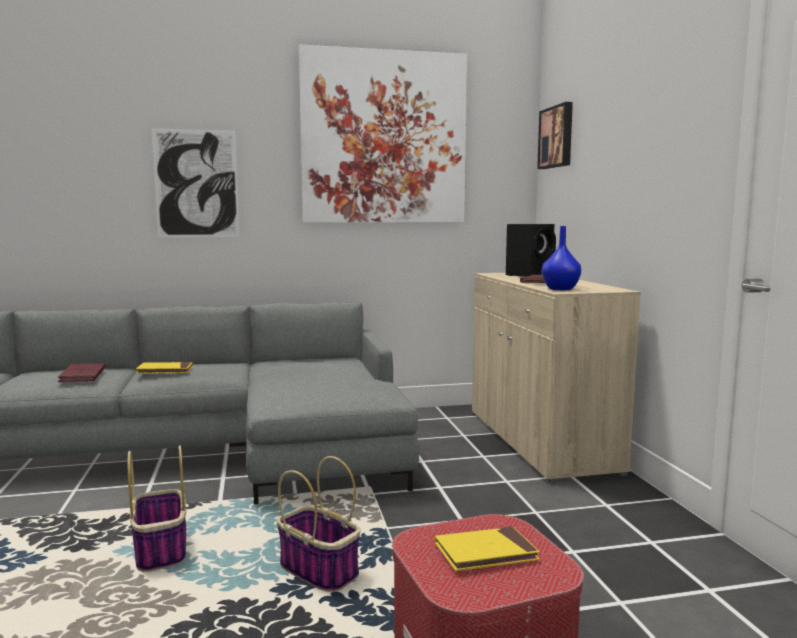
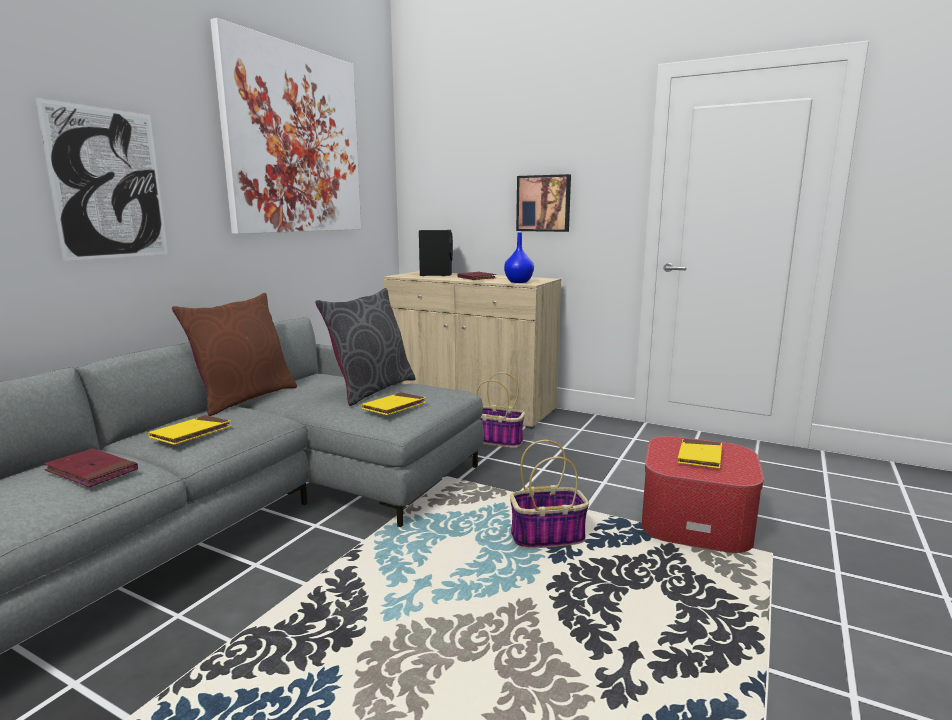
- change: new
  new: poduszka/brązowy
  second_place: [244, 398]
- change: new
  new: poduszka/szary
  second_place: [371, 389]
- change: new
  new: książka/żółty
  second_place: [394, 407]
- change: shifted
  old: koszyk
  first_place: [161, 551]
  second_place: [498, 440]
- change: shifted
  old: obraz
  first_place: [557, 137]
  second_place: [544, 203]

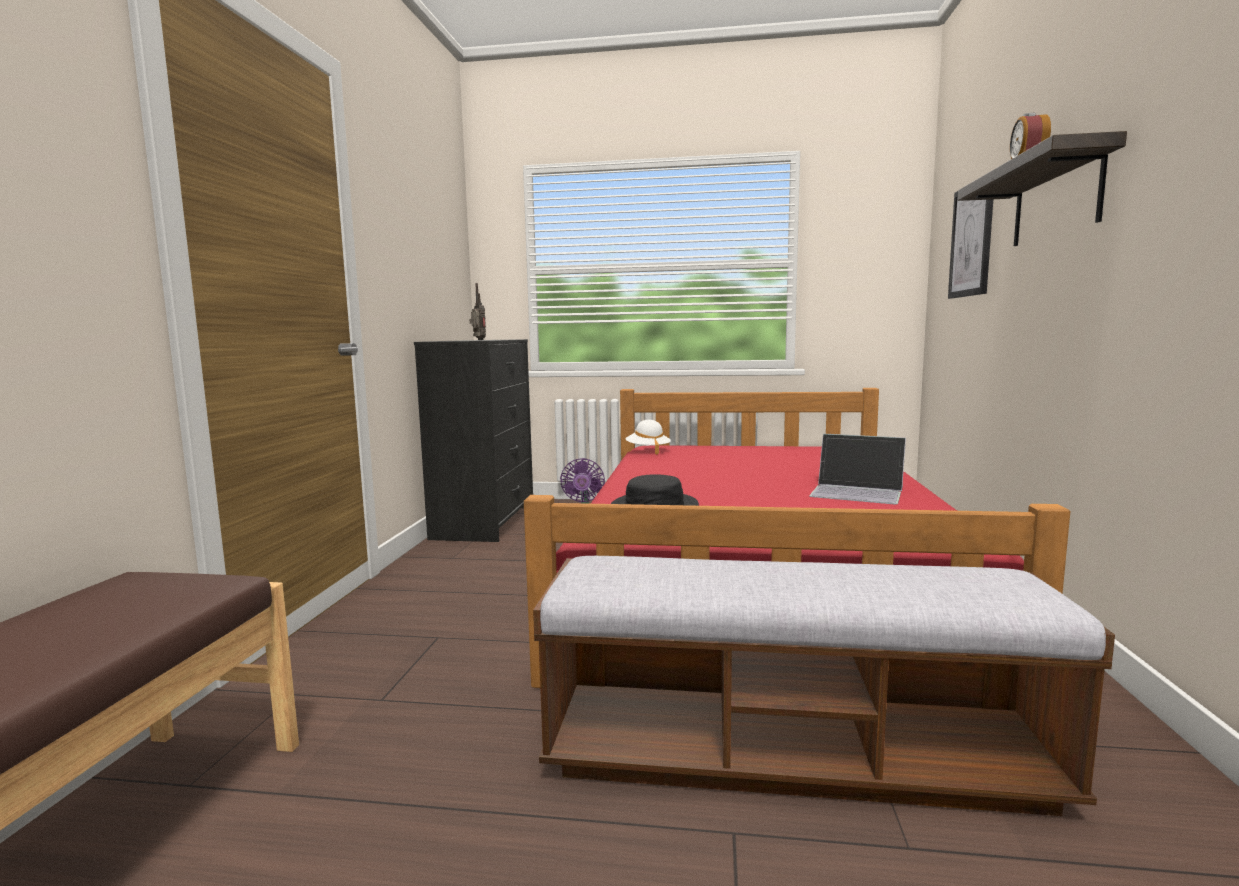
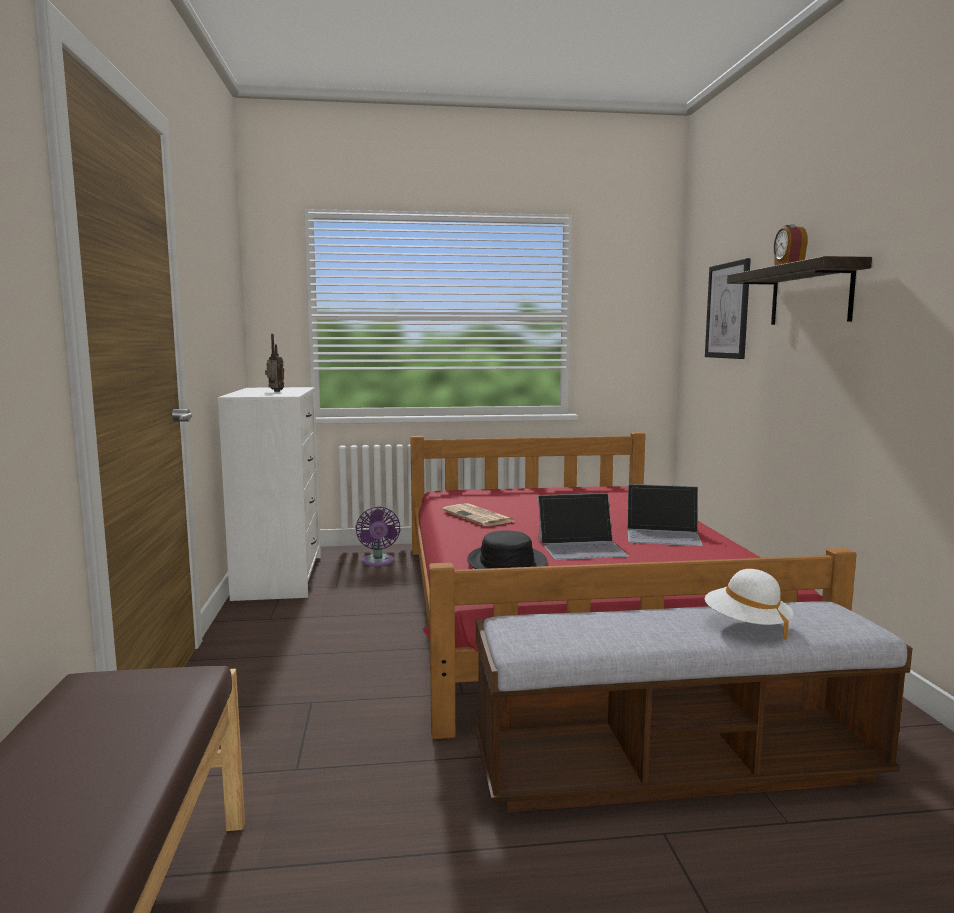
- change: new
  new: gazeta
  second_place: [479, 516]
- change: new
  new: laptop
  second_place: [582, 547]
- change: shifted
  old: kapelusz/biały
  first_place: [648, 451]
  second_place: [746, 625]
- change: repainted
  old: komoda/czarny
  new: komoda/biały
  first_place: [485, 522]
  second_place: [280, 577]

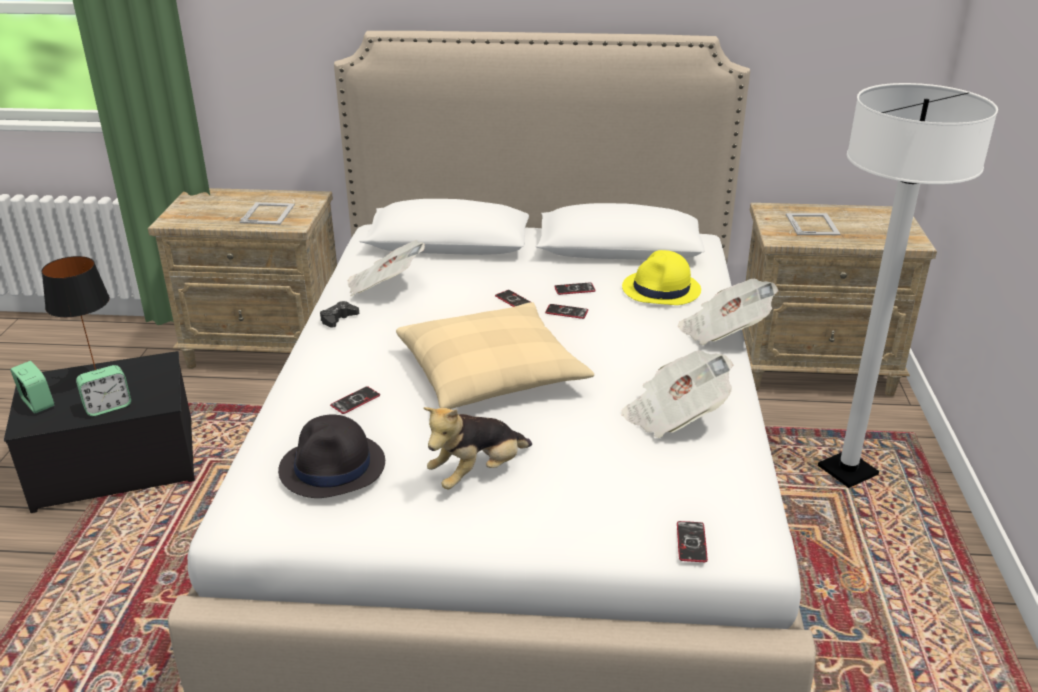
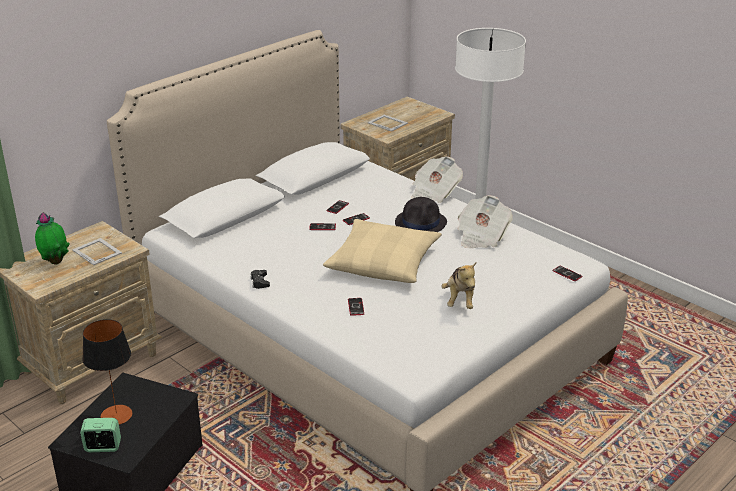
- change: gone
  old: budzik
  first_place: [108, 407]
- change: gone
  old: gazeta
  first_place: [384, 287]
- change: gone
  old: kapelusz/żółty
  first_place: [661, 290]
- change: new
  new: roślina doniczkowa
  second_place: [55, 262]
- change: shifted
  old: kapelusz/czarny
  first_place: [333, 467]
  second_place: [421, 223]

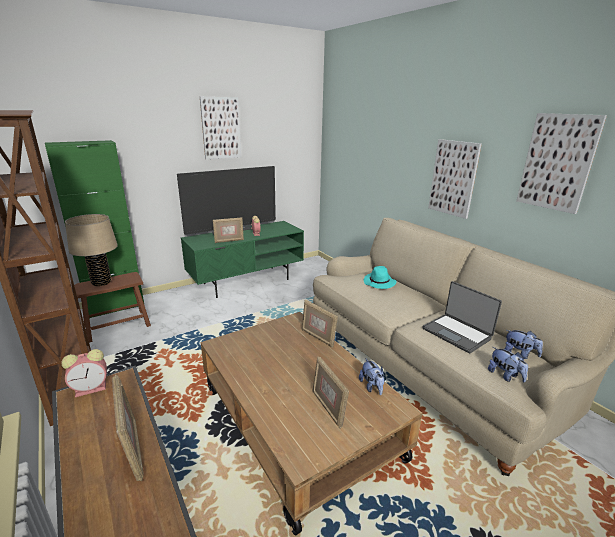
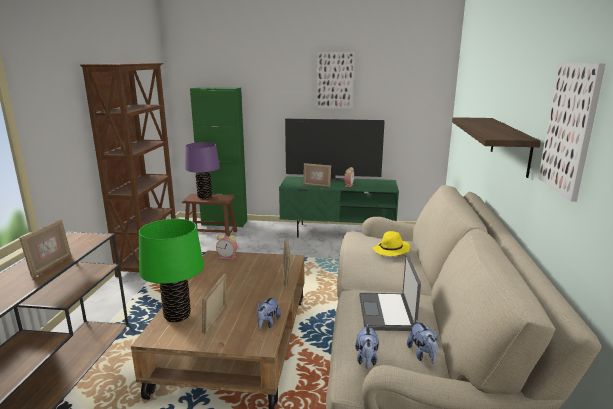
- change: new
  new: lampa stołowa/zielony
  second_place: [177, 316]
- change: shifted
  old: budzik
  first_place: [92, 388]
  second_place: [228, 257]
- change: swapped
  old: obraz
  new: półka
  first_place: [453, 178]
  second_place: [510, 145]
- change: repainted
  old: lampa stołowa/beżowy
  new: lampa stołowa/fioletowy
  first_place: [101, 282]
  second_place: [204, 196]
- change: repainted
  old: kapelusz/turkusowy
  new: kapelusz/żółty
  first_place: [379, 283]
  second_place: [391, 250]

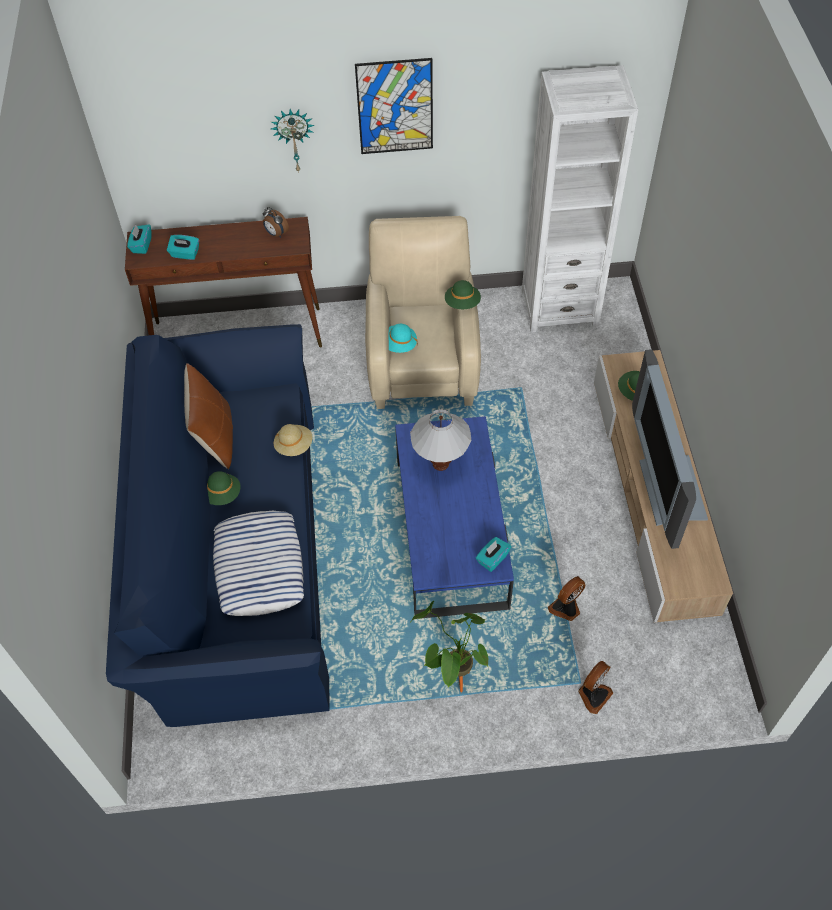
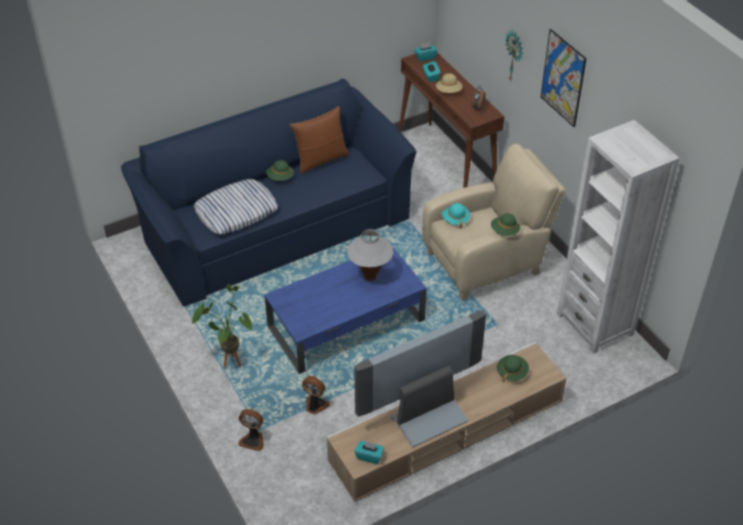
- change: shifted
  old: kapelusz/beżowy
  first_place: [294, 446]
  second_place: [448, 91]
- change: shifted
  old: pudełko chusteczek/turkusowy
  first_place: [492, 559]
  second_place: [369, 456]

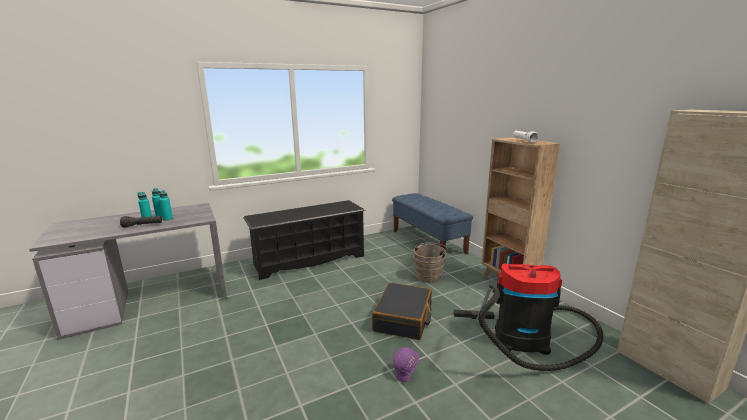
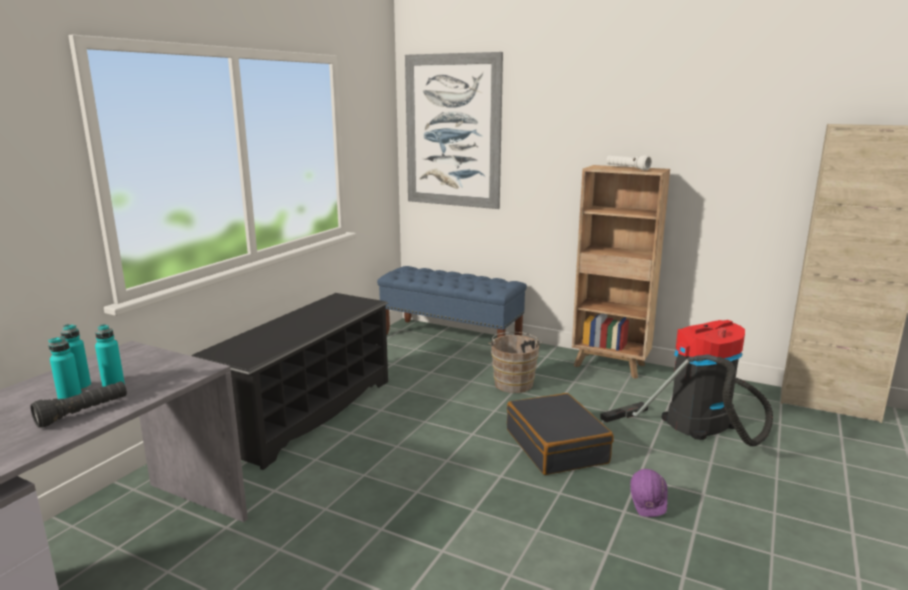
- change: new
  new: obraz
  second_place: [452, 131]

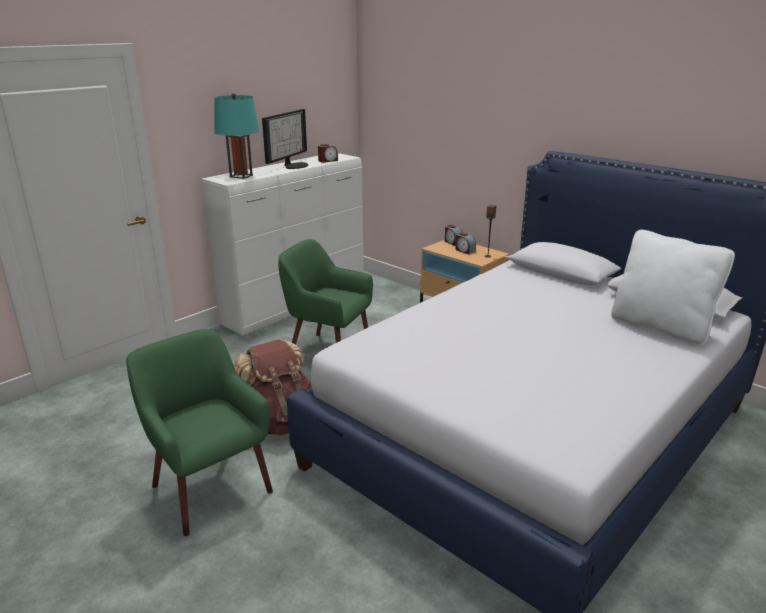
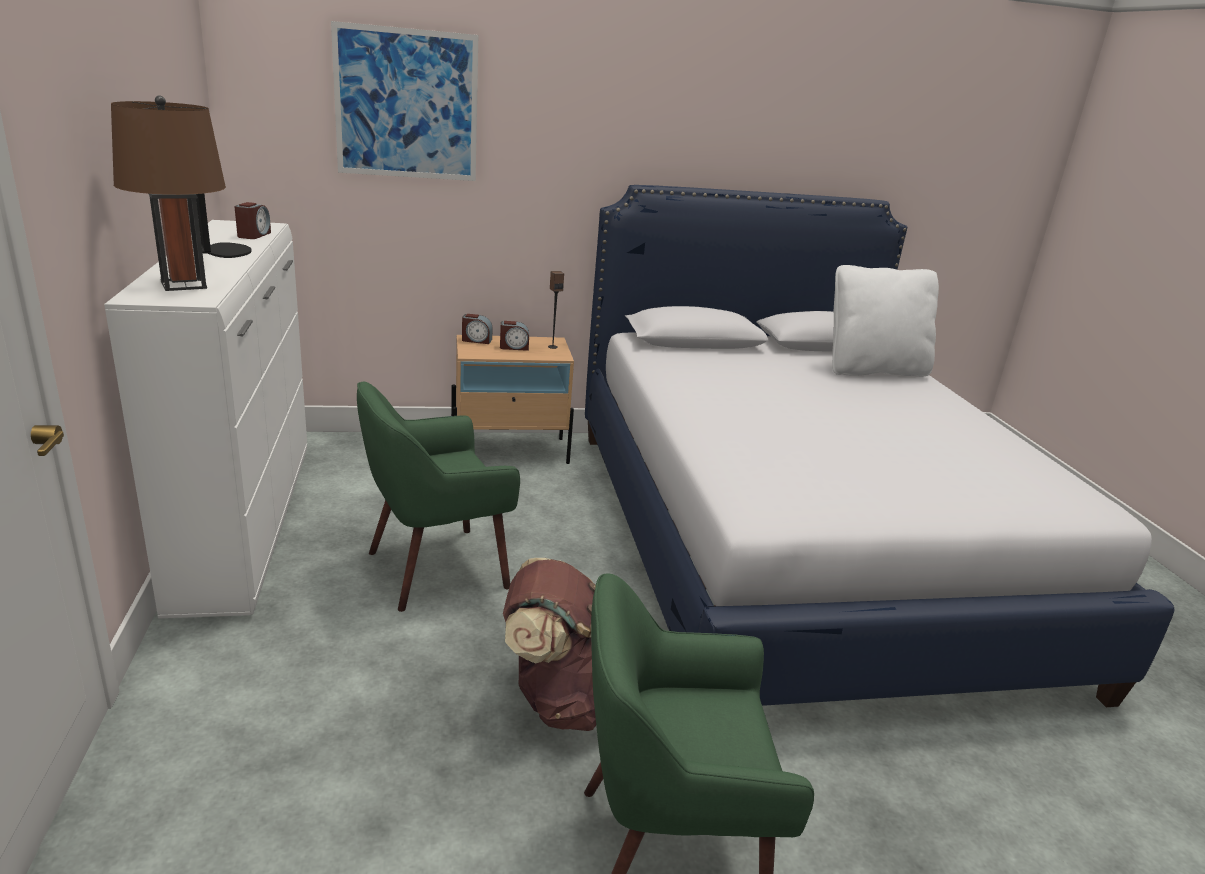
- change: new
  new: obraz
  second_place: [407, 104]
- change: repainted
  old: lampa stołowa/turkusowy
  new: lampa stołowa/brązowy
  first_place: [241, 176]
  second_place: [183, 285]

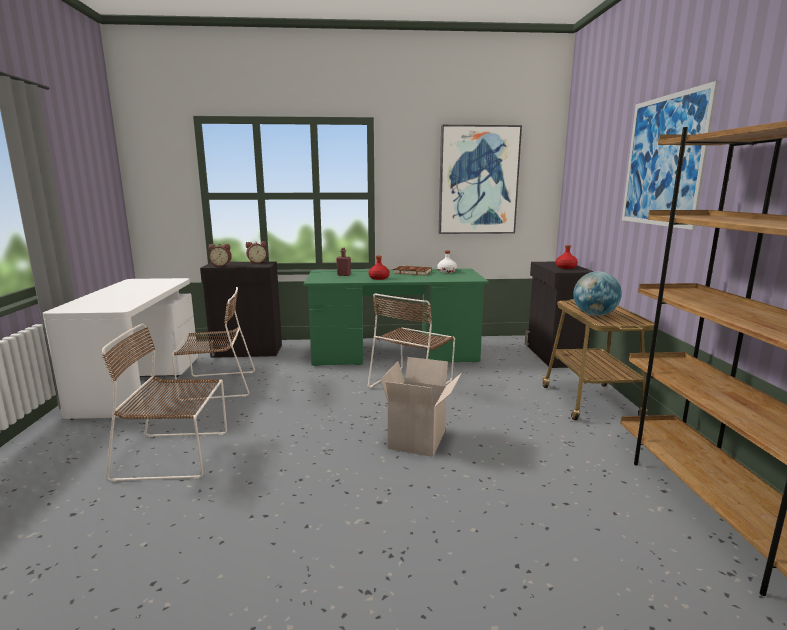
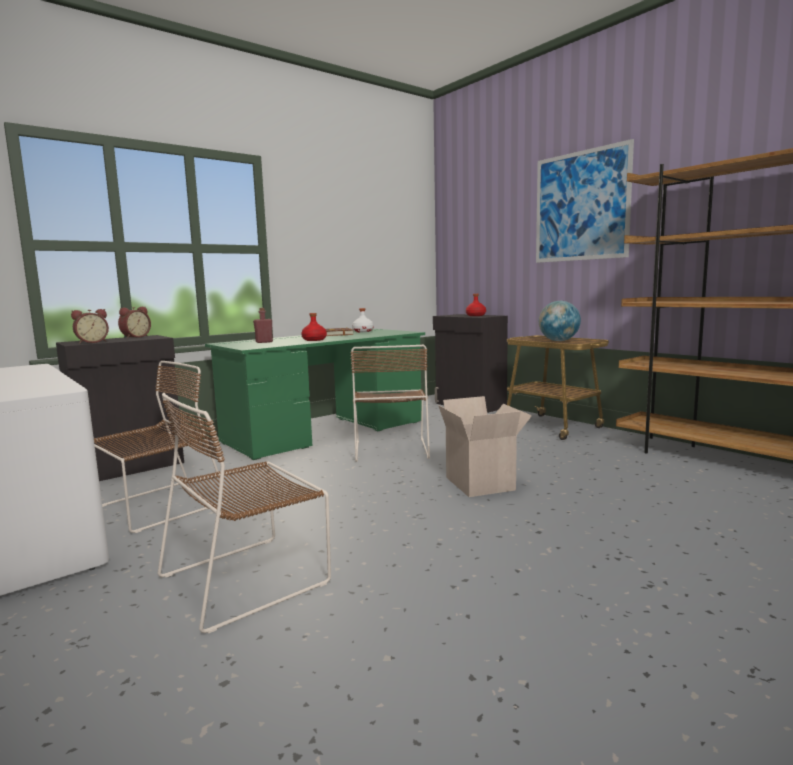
- change: gone
  old: obraz
  first_place: [478, 180]

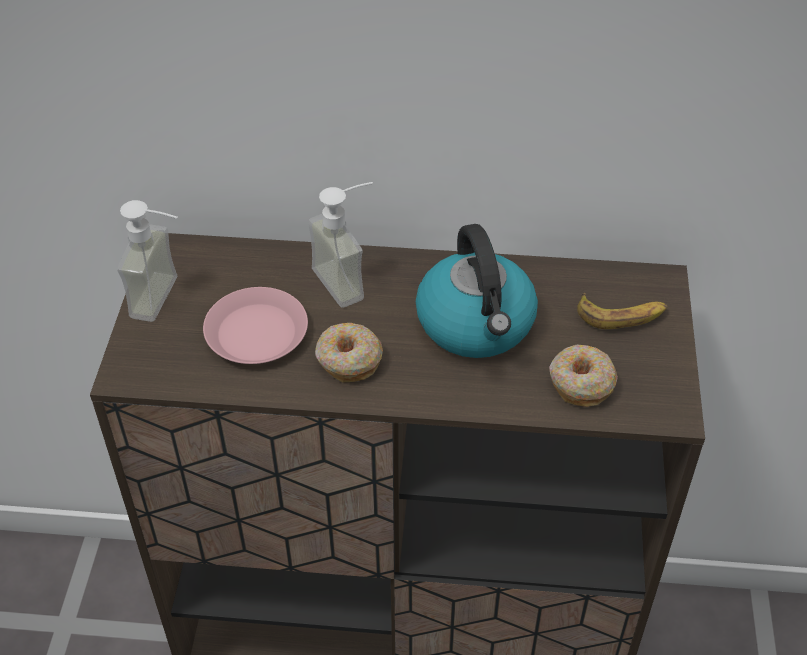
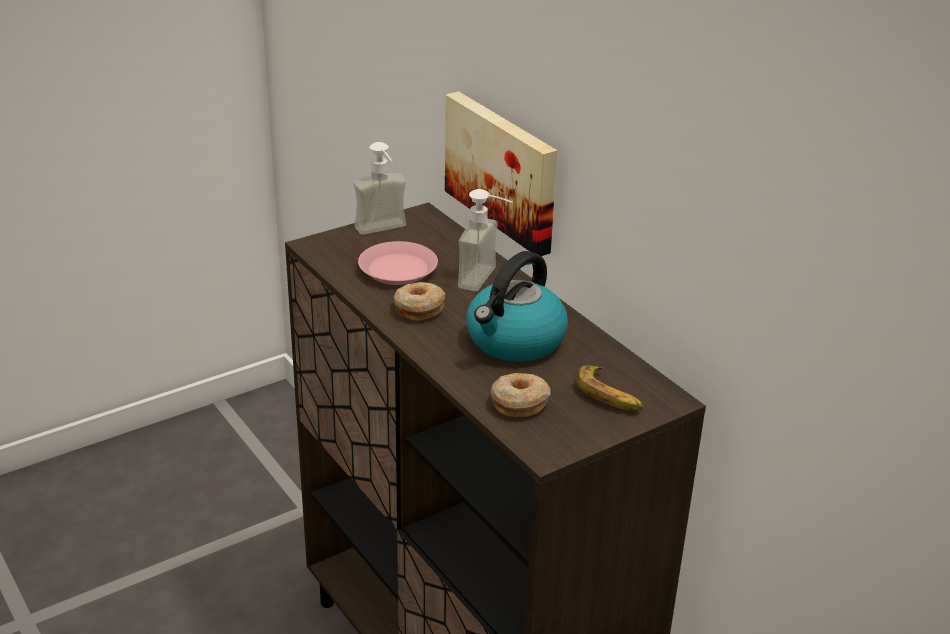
- change: new
  new: obraz
  second_place: [503, 170]

